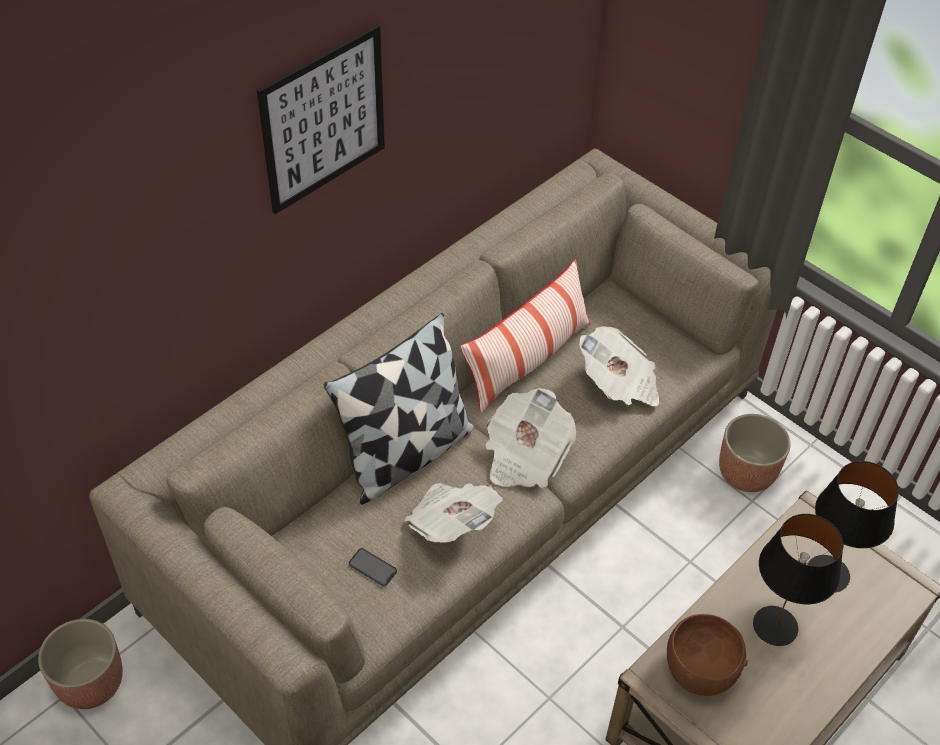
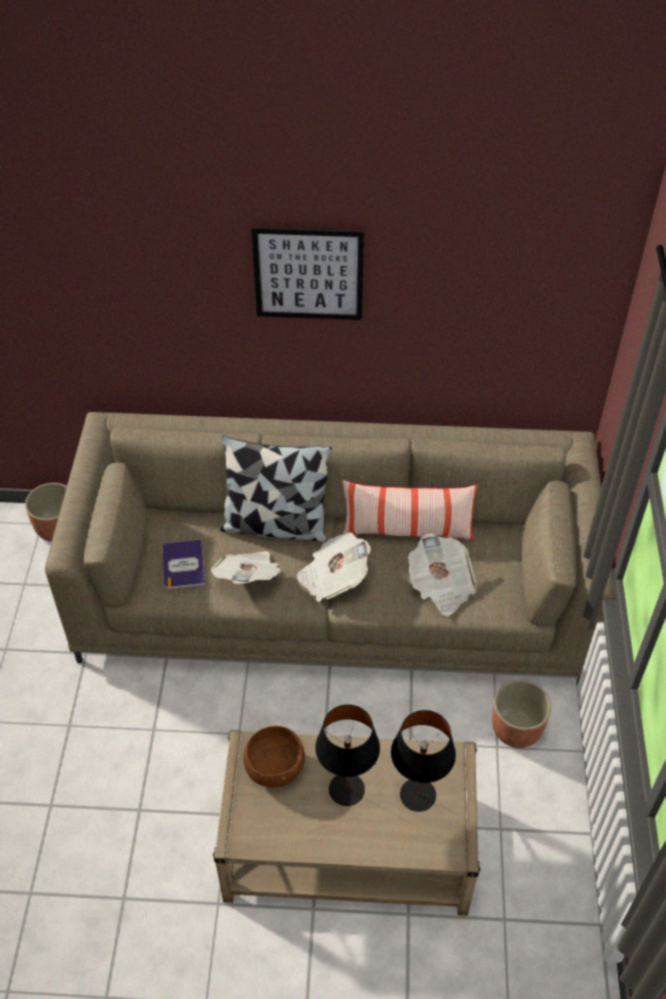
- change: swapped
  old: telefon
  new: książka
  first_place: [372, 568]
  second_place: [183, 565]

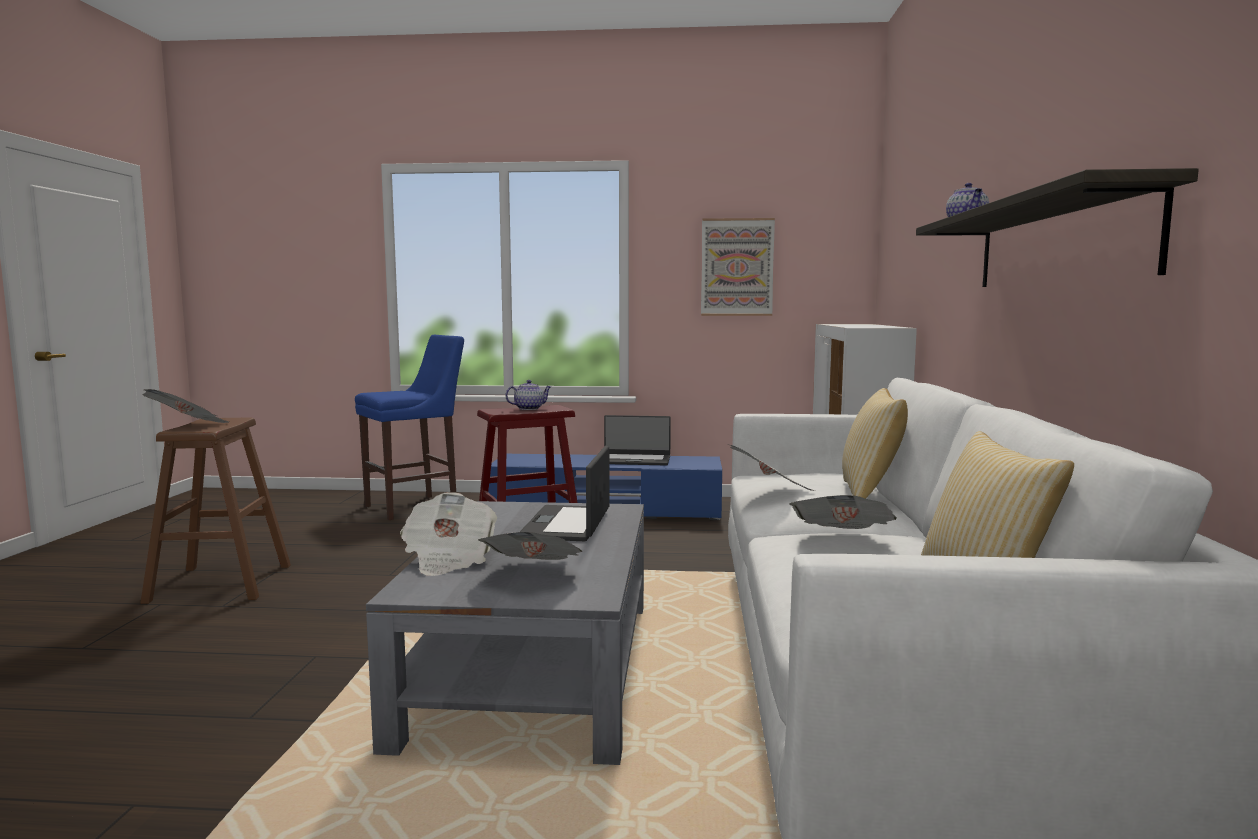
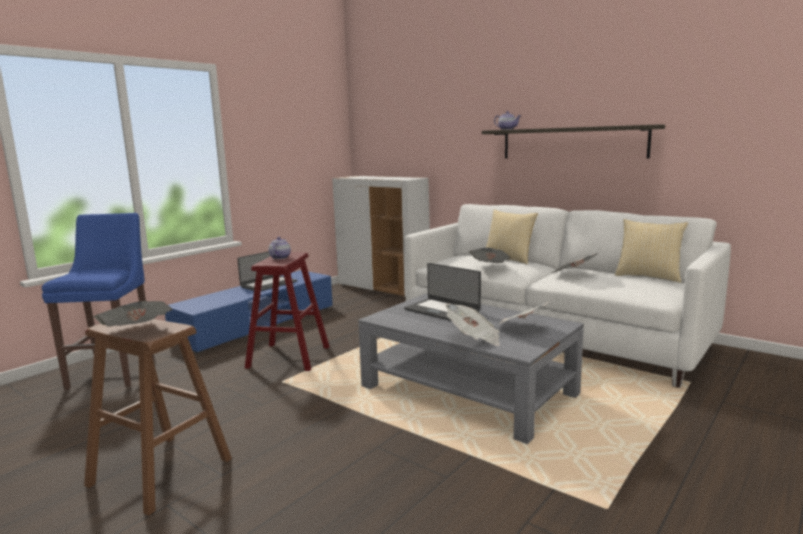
- change: gone
  old: obraz
  first_place: [737, 267]

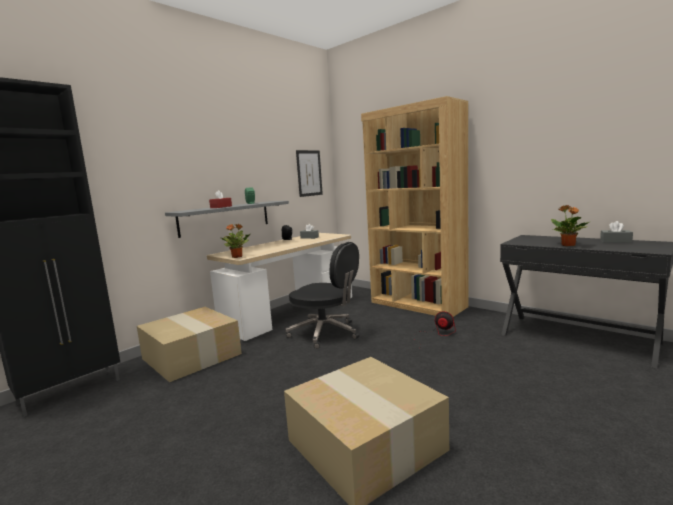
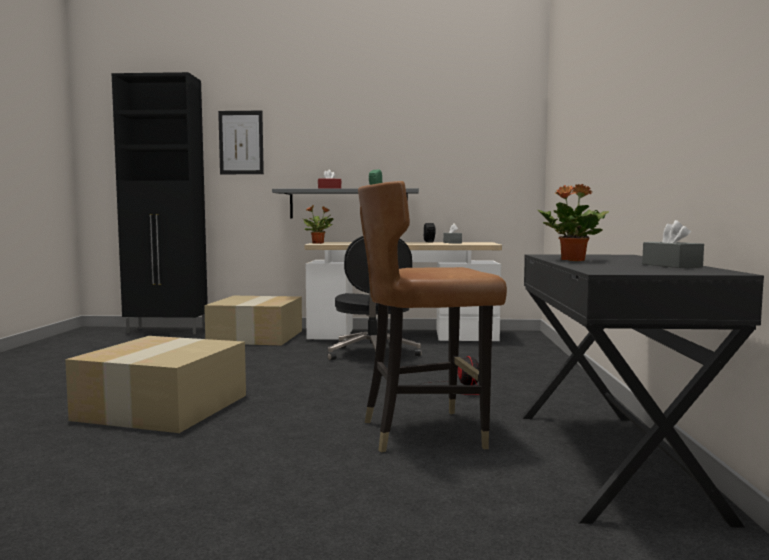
- change: gone
  old: regał/brązowy
  first_place: [417, 305]
- change: new
  new: krzesło/brązowy
  second_place: [425, 432]
- change: shifted
  old: obraz
  first_place: [309, 173]
  second_place: [241, 142]

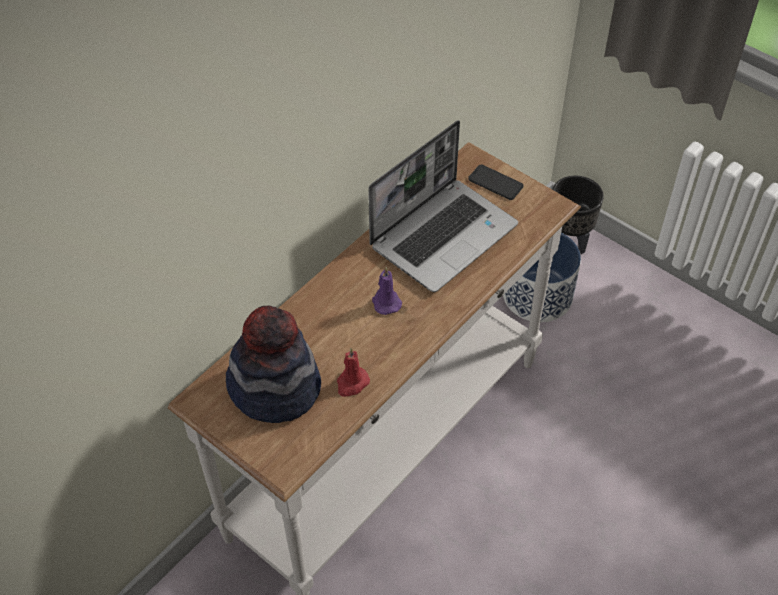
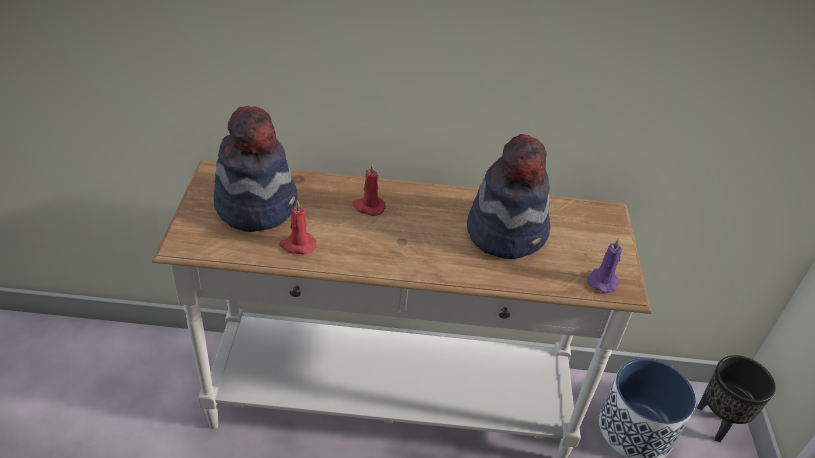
- change: gone
  old: telefon
  first_place: [495, 183]
- change: new
  new: świeca/czerwony
  second_place: [368, 207]
- change: shifted
  old: świeca/fioletowy
  first_place: [385, 302]
  second_place: [603, 281]
- change: swapped
  old: laptop
  new: kapelusz
  first_place: [444, 235]
  second_place: [507, 232]

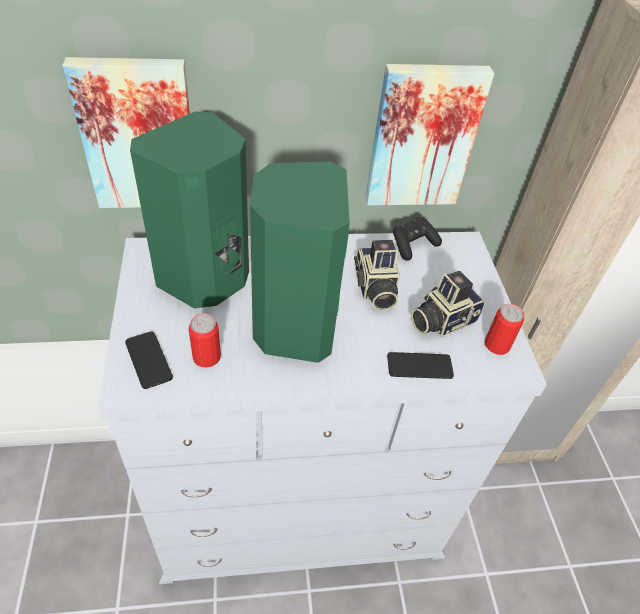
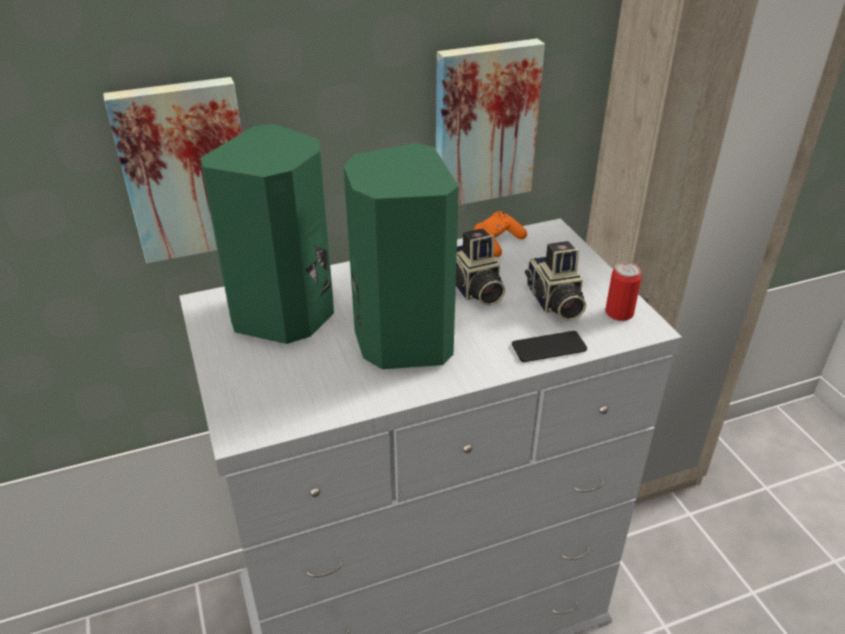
- change: gone
  old: telefon
  first_place: [148, 360]
- change: gone
  old: puszka
  first_place: [207, 357]
- change: repainted
  old: pad do gier/czarny
  new: pad do gier/pomarańczowy
  first_place: [413, 245]
  second_place: [497, 242]
- change: rotated
  old: aparat fotograficzny
  first_place: [441, 320]
  second_place: [554, 303]
  degrees: -60

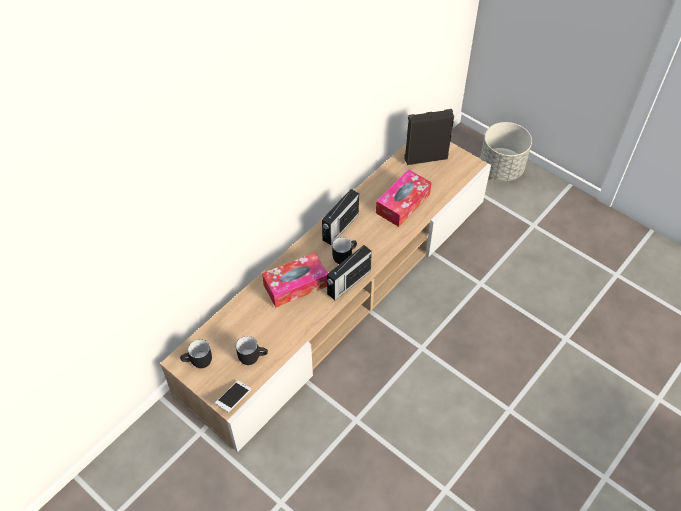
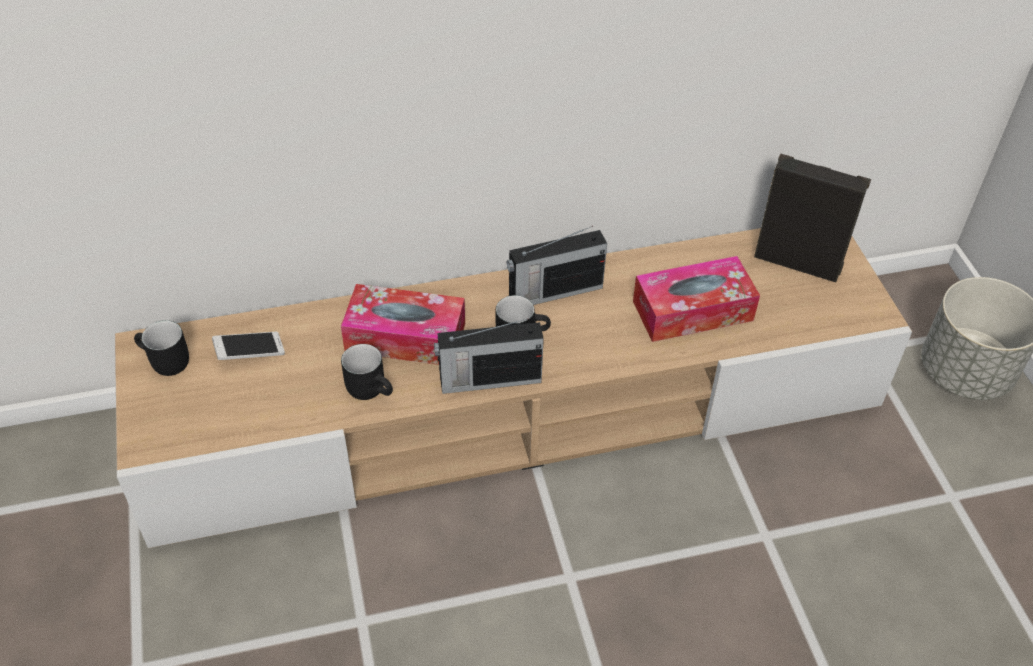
- change: shifted
  old: telefon
  first_place: [233, 399]
  second_place: [250, 352]
- change: shifted
  old: kubek/czarny
  first_place: [252, 355]
  second_place: [372, 388]

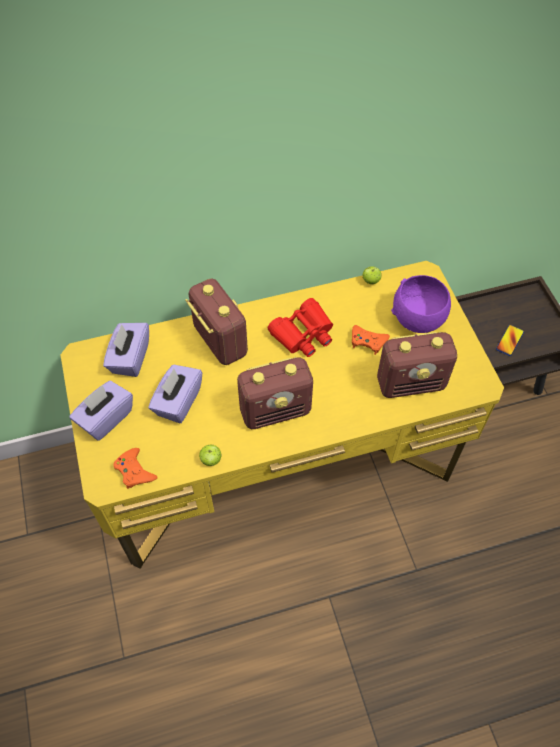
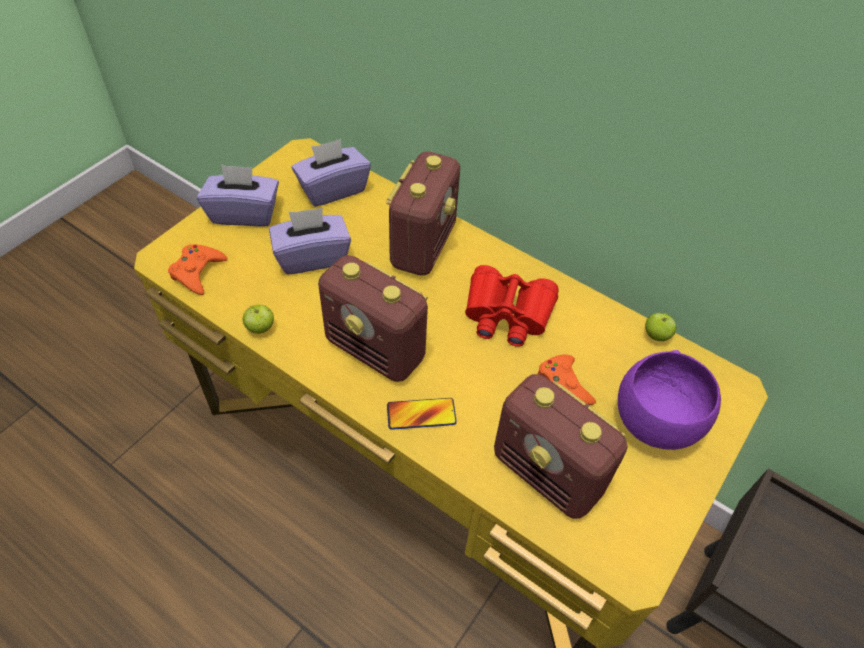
- change: shifted
  old: telefon
  first_place: [509, 340]
  second_place: [421, 414]

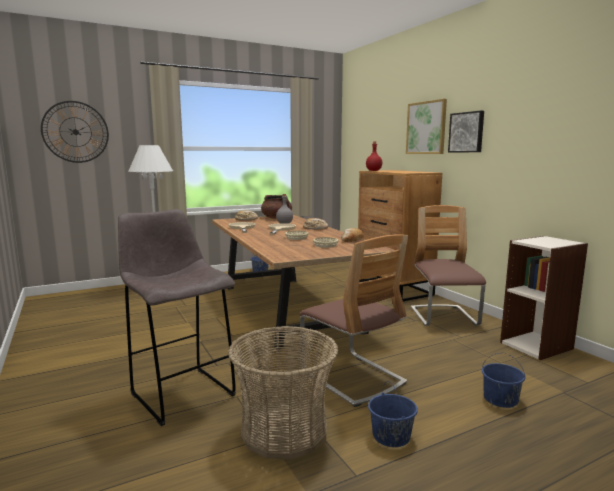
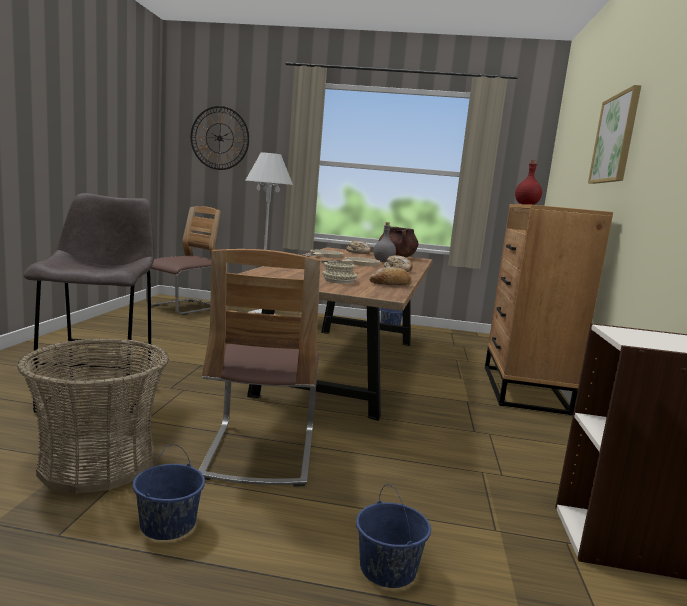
- change: gone
  old: obraz
  first_place: [467, 132]
- change: shifted
  old: krzesło
  first_place: [443, 317]
  second_place: [183, 307]

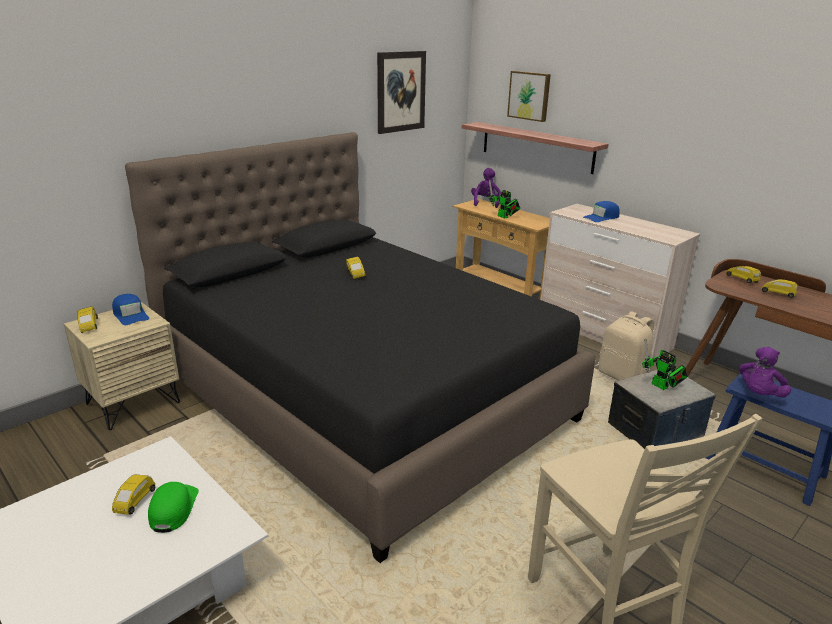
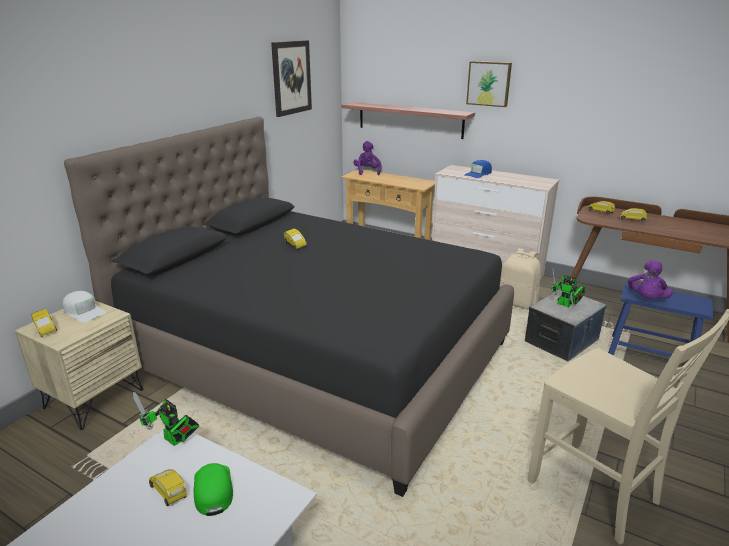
- change: shifted
  old: robot zabawkowy
  first_place: [504, 217]
  second_place: [174, 441]
- change: shifted
  old: obraz
  first_place: [529, 95]
  second_place: [489, 83]
- change: repainted
  old: czapka z daszkiem/niebieski
  new: czapka z daszkiem/biały
  first_place: [130, 315]
  second_place: [84, 311]
- change: rotated
  old: samochodzik/żółty
  first_place: [134, 502]
  second_place: [169, 492]
  degrees: 135

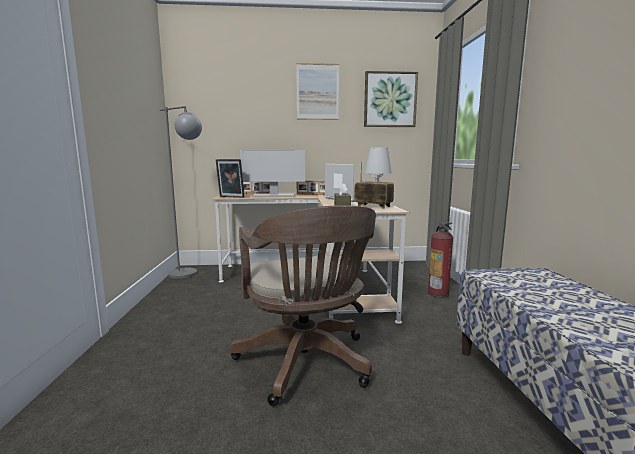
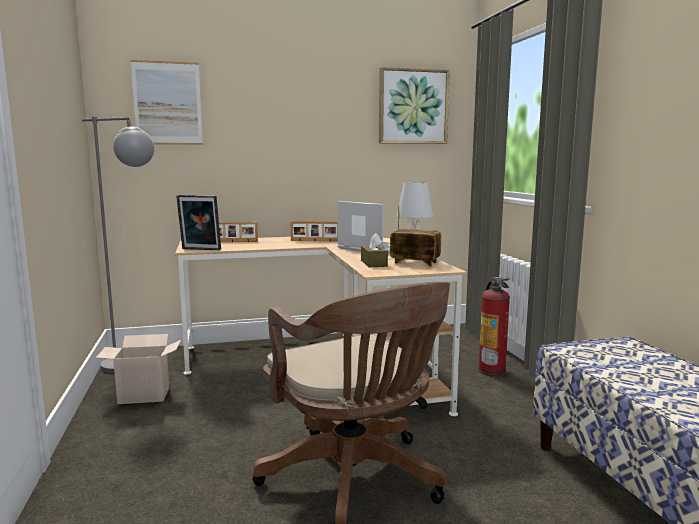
- change: gone
  old: monitor
  first_place: [273, 196]
- change: new
  new: karton
  second_place: [142, 396]
- change: shifted
  old: obraz
  first_place: [317, 92]
  second_place: [167, 103]

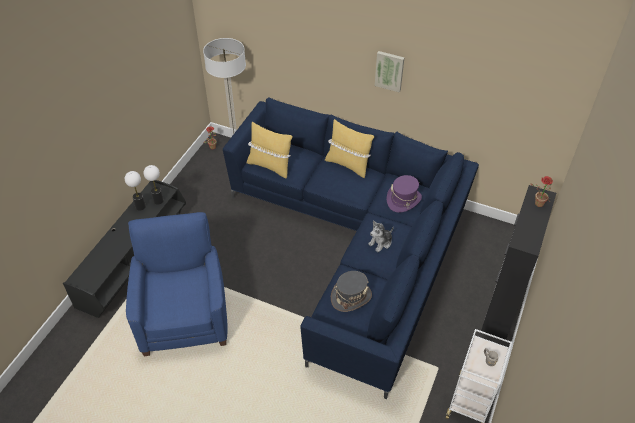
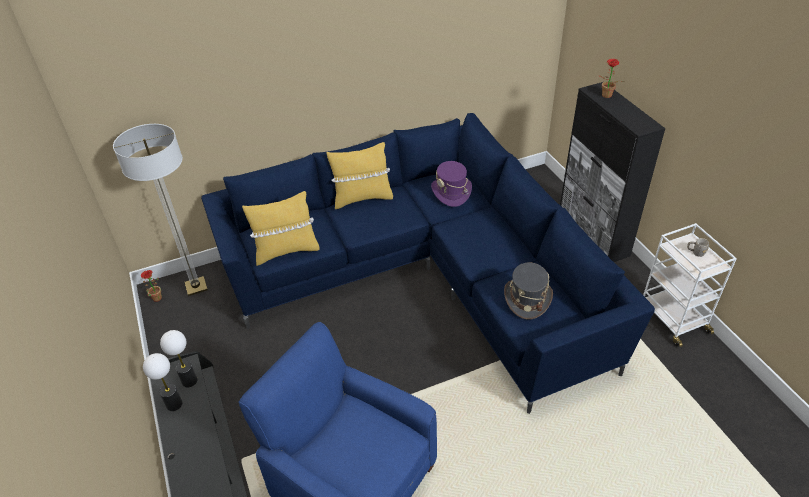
- change: gone
  old: pluszak
  first_place: [381, 242]
- change: gone
  old: obraz
  first_place: [389, 70]

